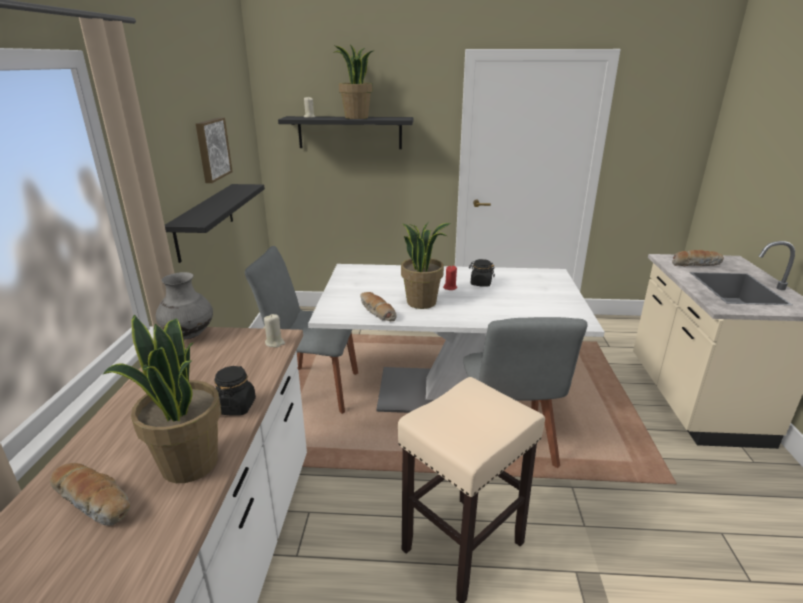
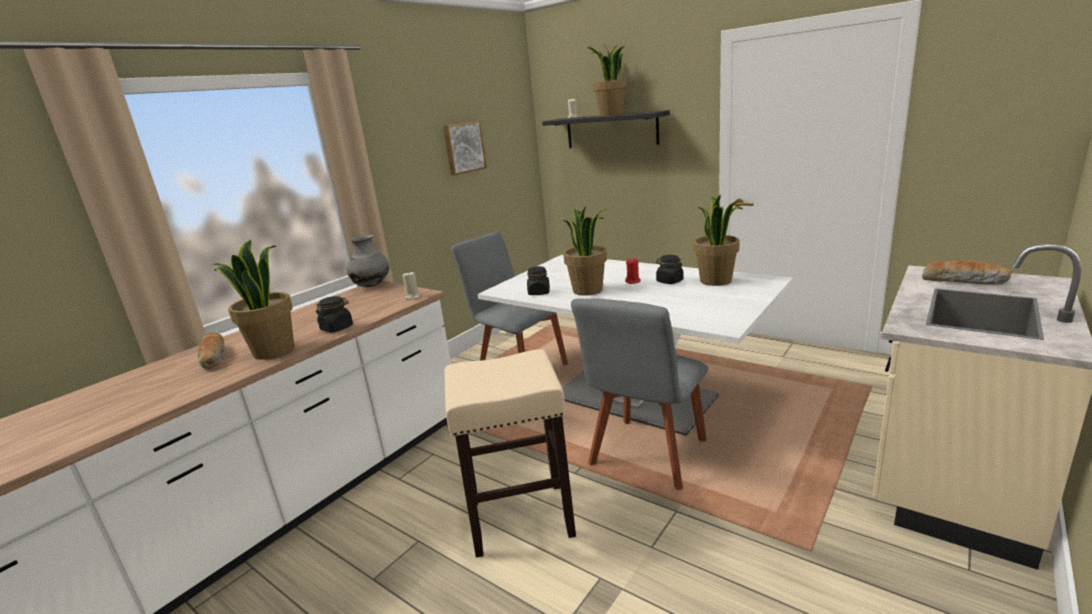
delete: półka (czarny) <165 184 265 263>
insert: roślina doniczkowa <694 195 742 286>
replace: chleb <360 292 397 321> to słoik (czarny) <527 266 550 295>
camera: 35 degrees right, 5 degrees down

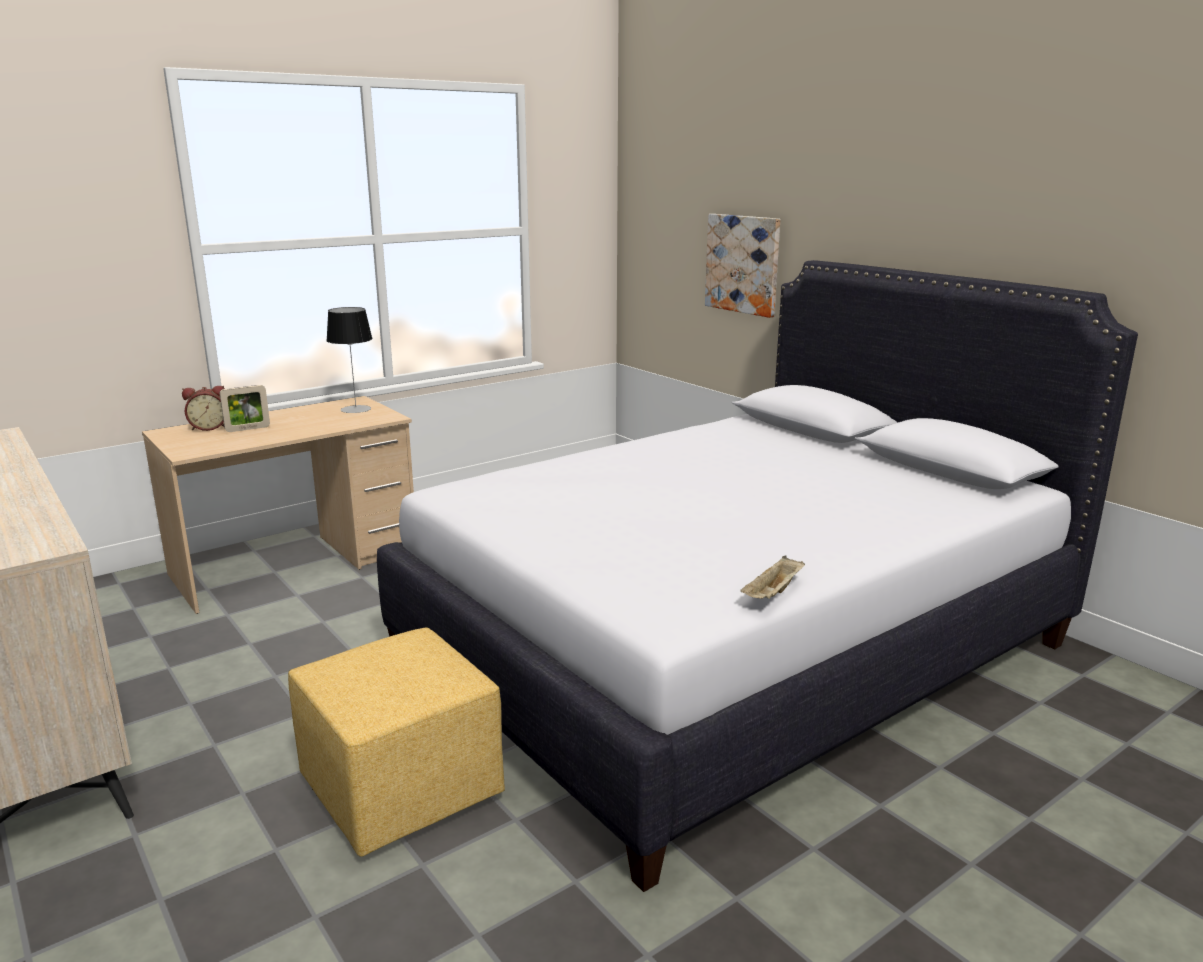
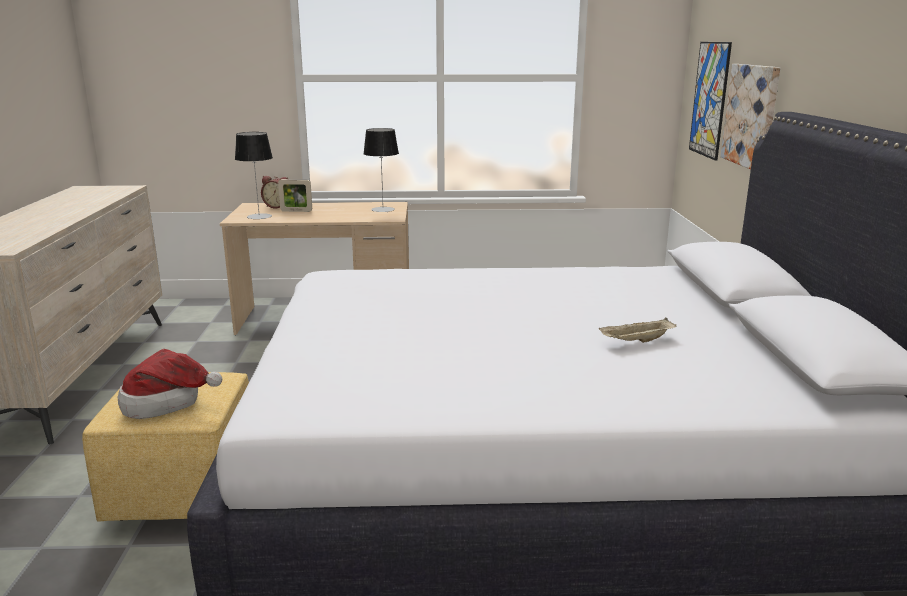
insert: kapelusz <117 349 222 419>; lampa stołowa <235 132 273 219>; obraz <689 42 732 161>
move: taca (beżowy) <740 556 805 599> to <599 318 676 343>
camera: 35 degrees right, 0 degrees up

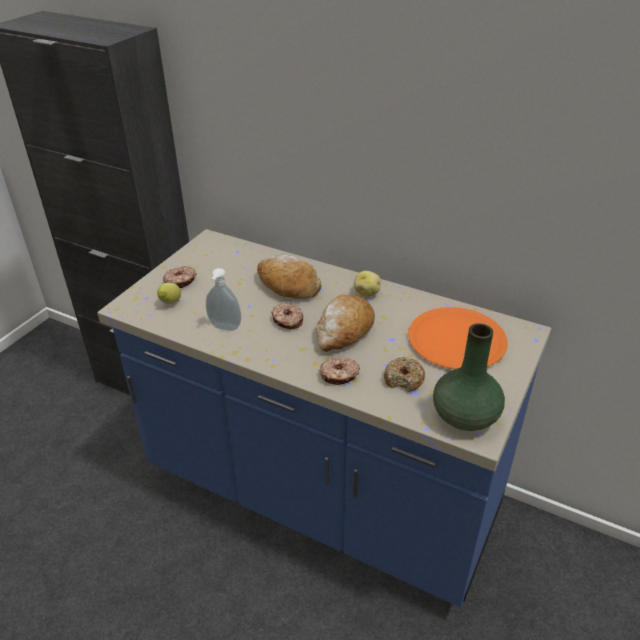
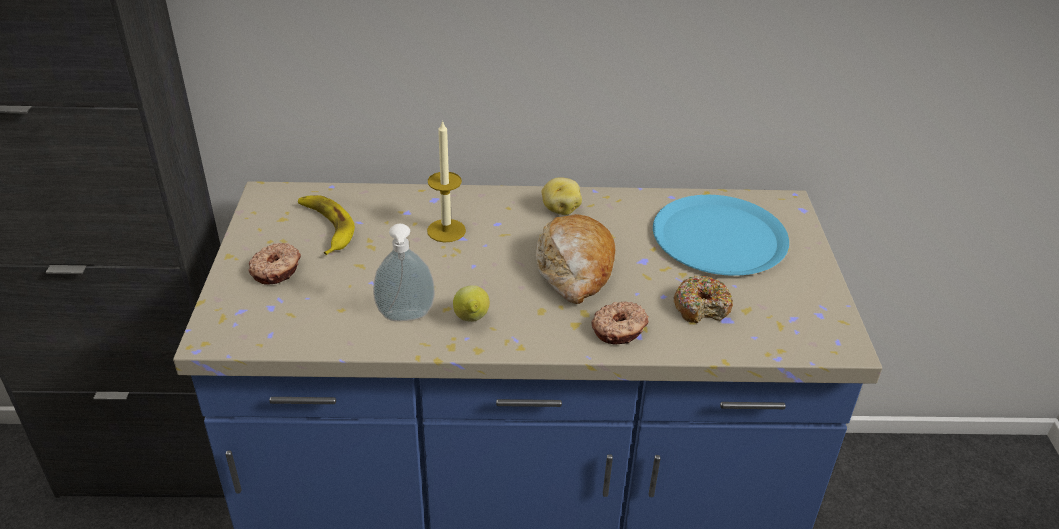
delete: donut <271 303 303 329>; wazon (zielony) <433 323 505 431>
insert: banan <298 195 355 255>
move: cytryna <157 283 181 304> to <453 285 490 322>
replace: chleb <257 255 322 299> to świeca <427 120 466 242>
recolor: talerz (pomarańczowy) <408 307 508 369> to talerz (niebieski) <653 195 789 276>
camera: 30 degrees left, 0 degrees up

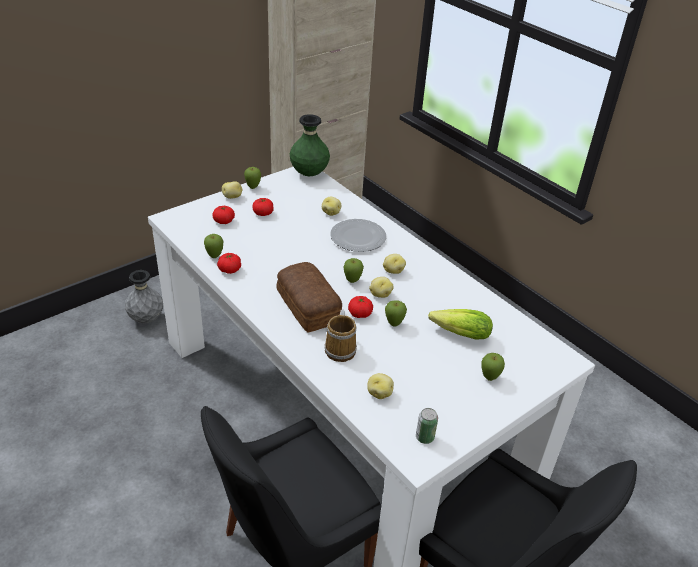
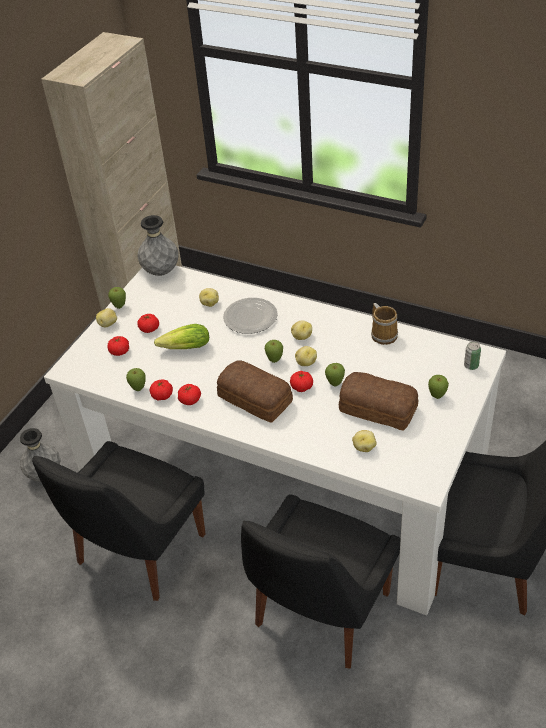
insert: krzesło (czarny) <32 441 206 601>; pomidor <178 384 201 405>; chleb <339 372 418 431>
move: sałata <428 309 493 340> to <154 324 209 349>; kubek <324 309 357 362> to <371 303 398 345>; puszka <416 408 438 444> to <464 342 481 370>
recolor: wazon (zielony) <290 114 330 176> to wazon (szary) <137 215 179 276>
camera: 20 degrees left, 5 degrees up

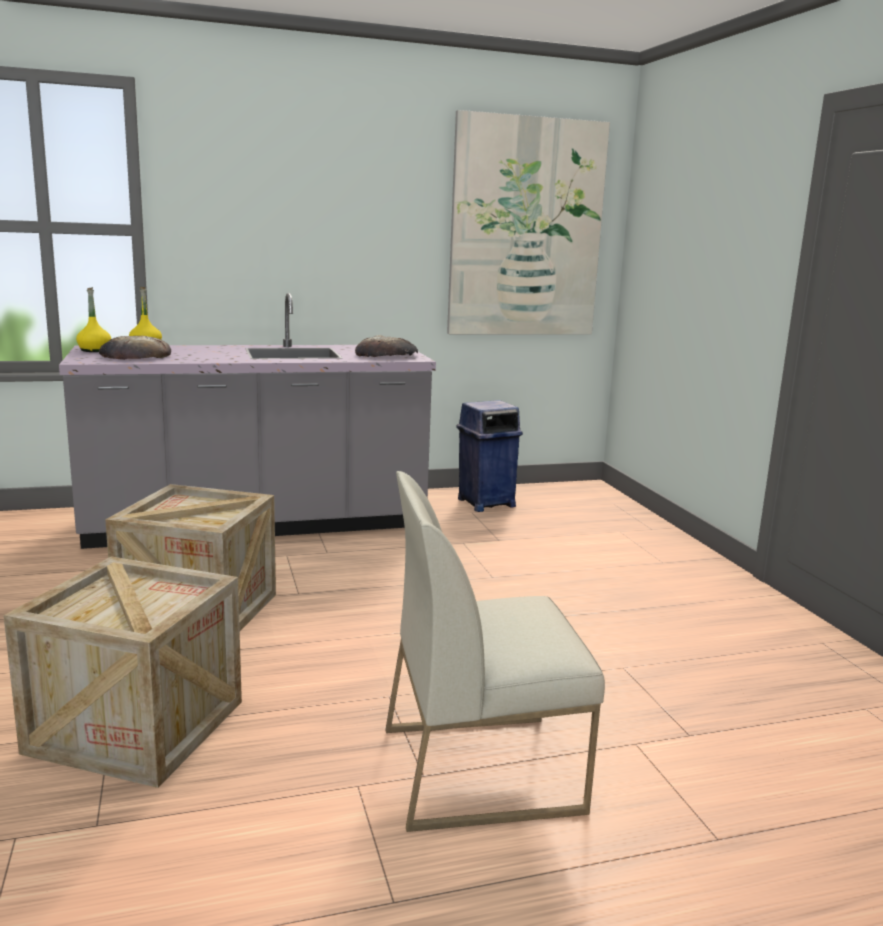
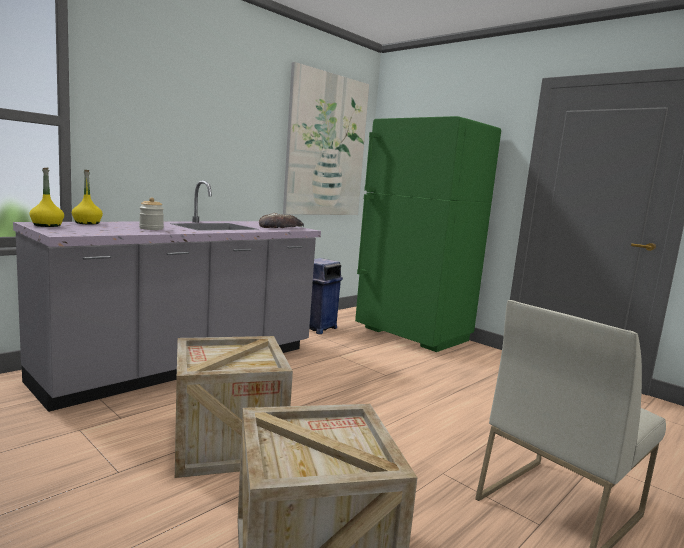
delete: chleb <99 336 171 360>
insert: słoik <139 198 164 230>; lodówka (zielony) <355 116 501 352>
camera: 30 degrees left, 5 degrees down

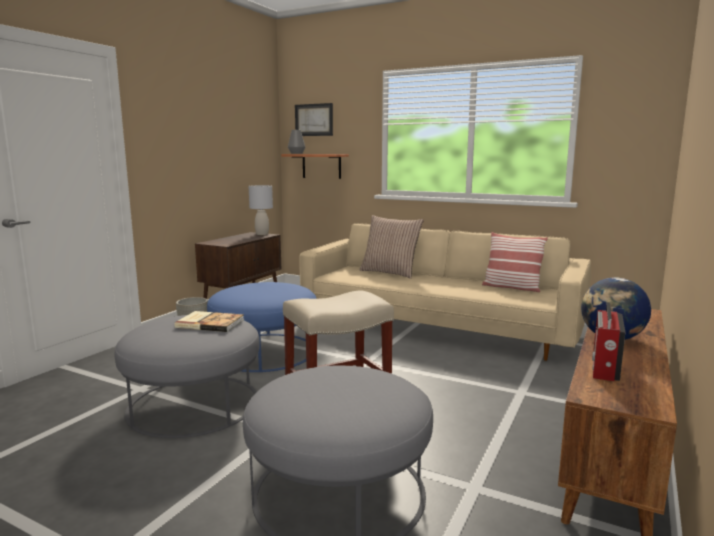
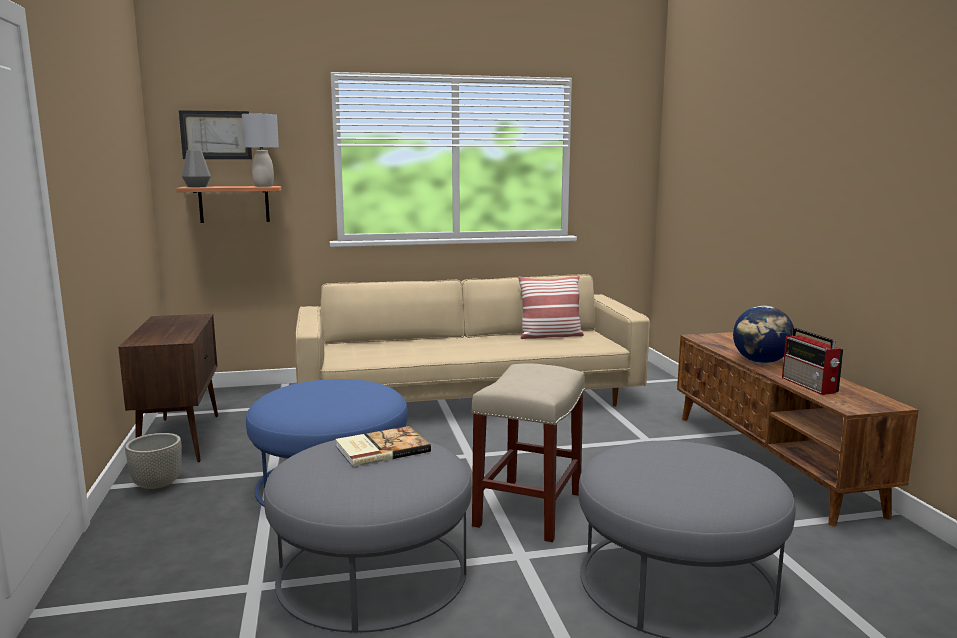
delete: poduszka <360 215 424 278>
move: lampa stołowa (szary) <248 185 273 235> to <242 114 279 187>
camera: 40 degrees left, 0 degrees up

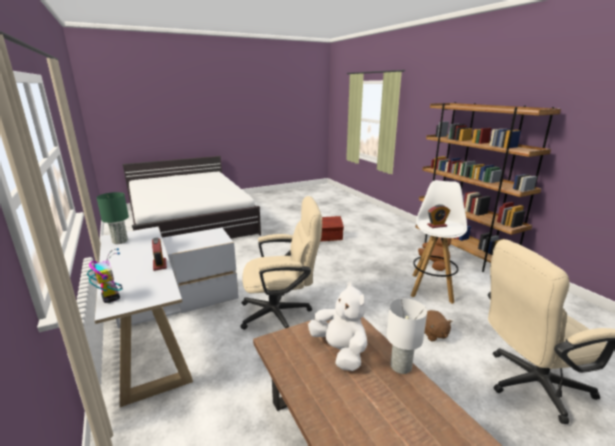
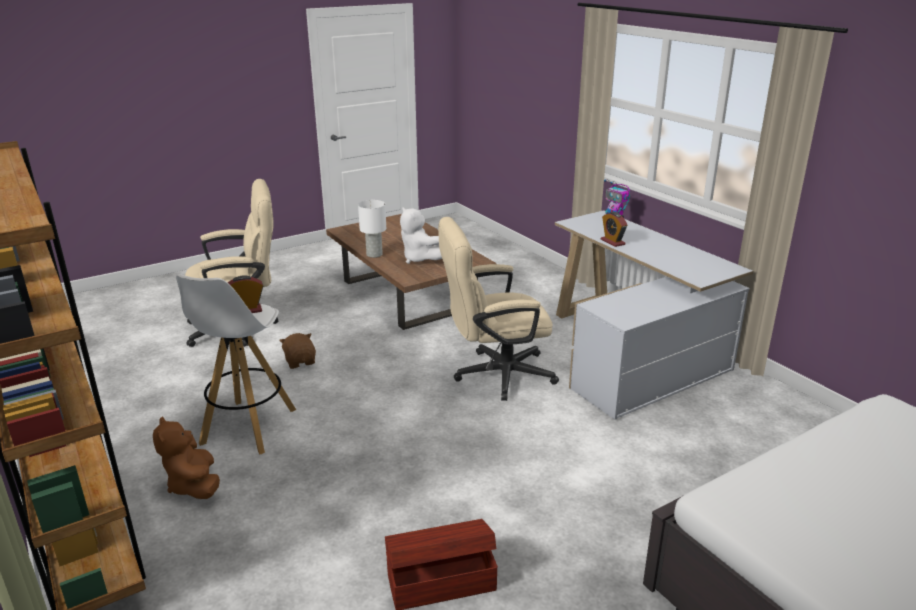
delete: lampa stołowa (zielony) <96 192 129 244>
camera: 175 degrees right, 5 degrees up

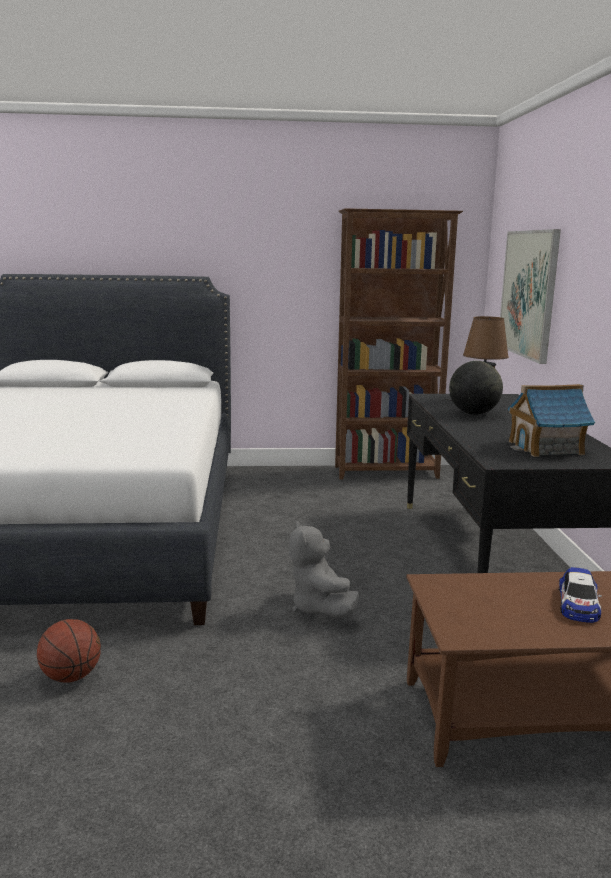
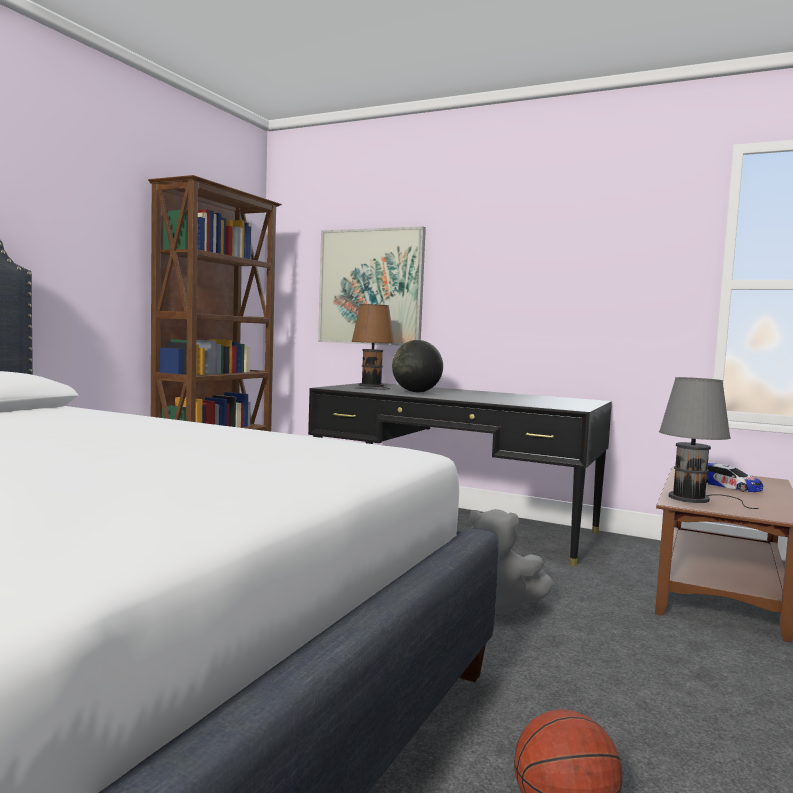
delete: domek <508 384 595 457>
insert: lampa stołowa (szary) <659 377 759 509>
camera: 60 degrees left, 10 degrees down

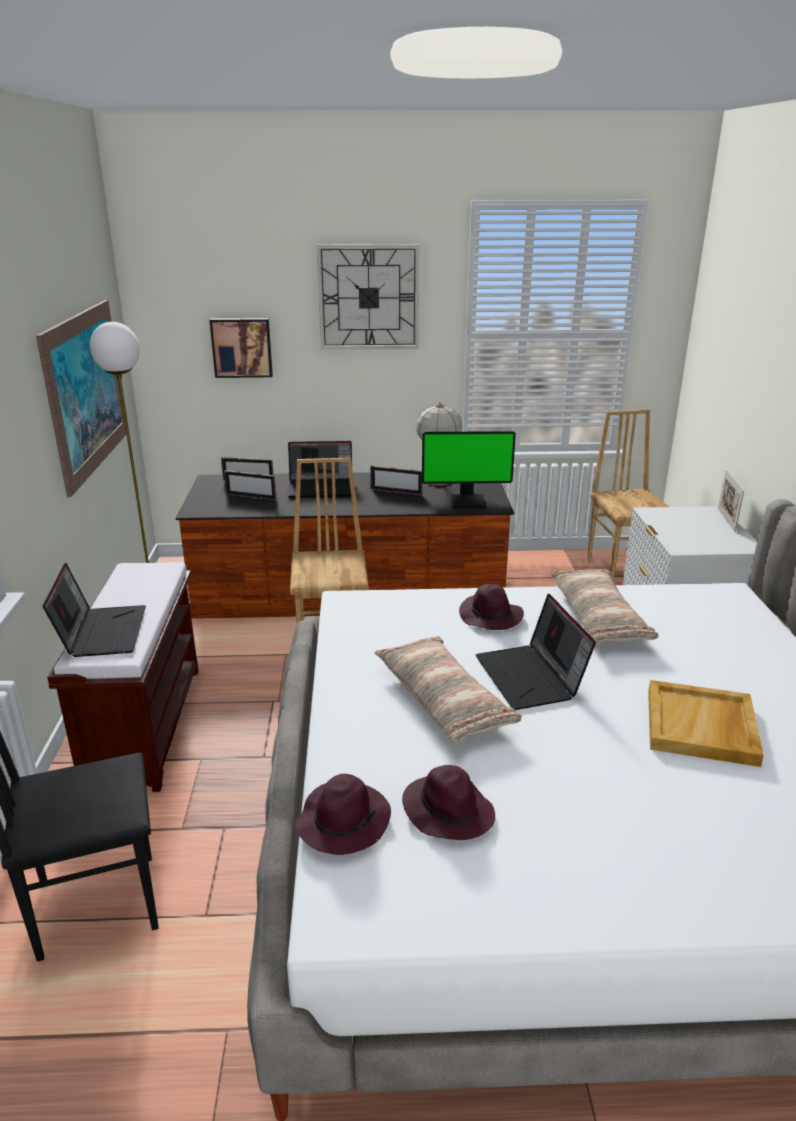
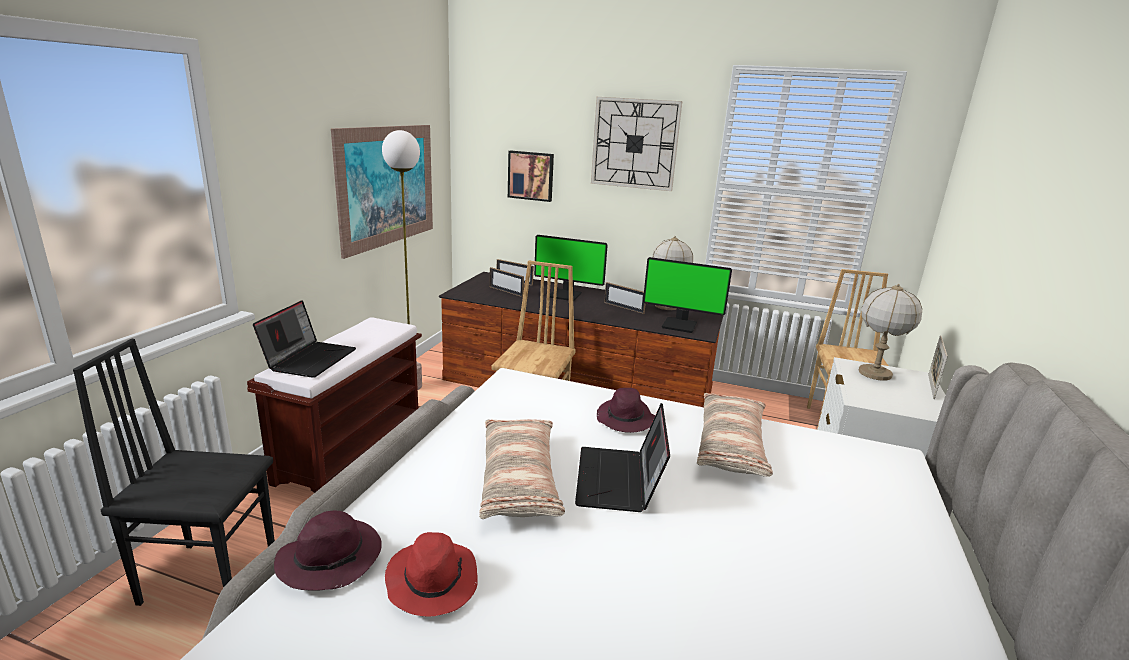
delete: taca (beżowy) <648 680 764 767>
insert: lampa stołowa <859 284 922 381>
replace: laptop <287 441 352 498> to monitor <534 235 608 301>
recolor: kapelusz (fioletowy) <402 765 495 840> to kapelusz (czerwony) <385 532 478 616>
camera: 20 degrees right, 5 degrees down

